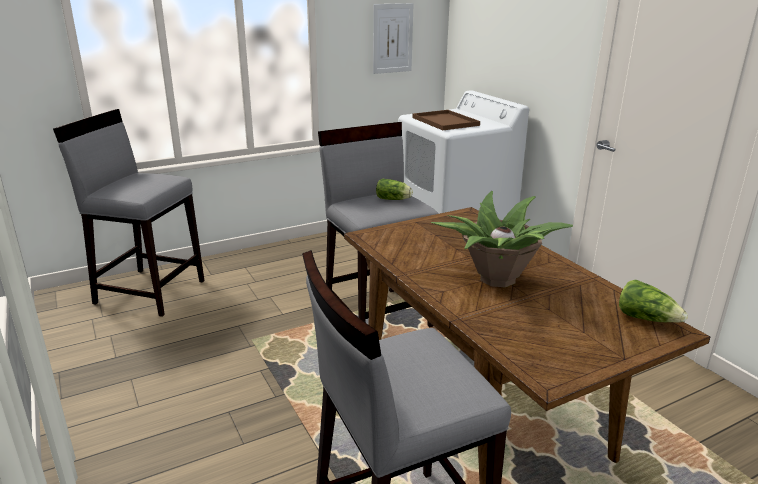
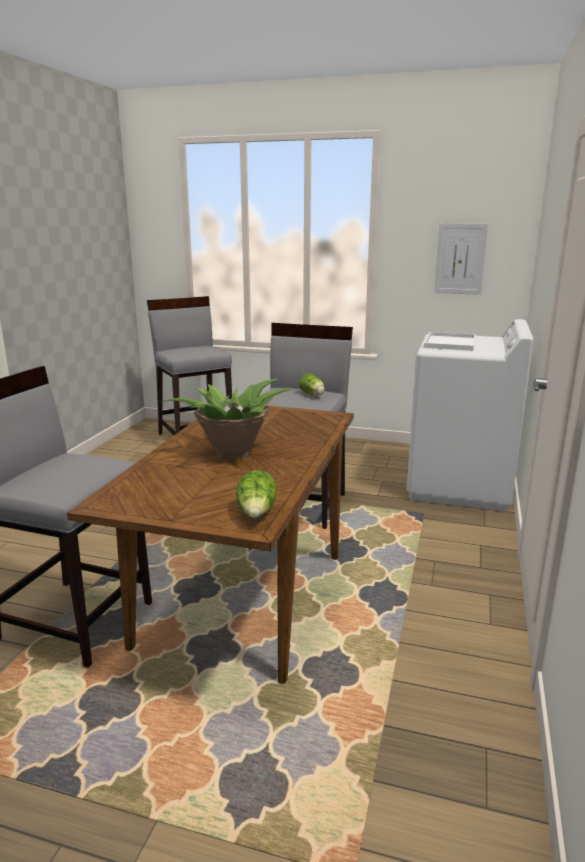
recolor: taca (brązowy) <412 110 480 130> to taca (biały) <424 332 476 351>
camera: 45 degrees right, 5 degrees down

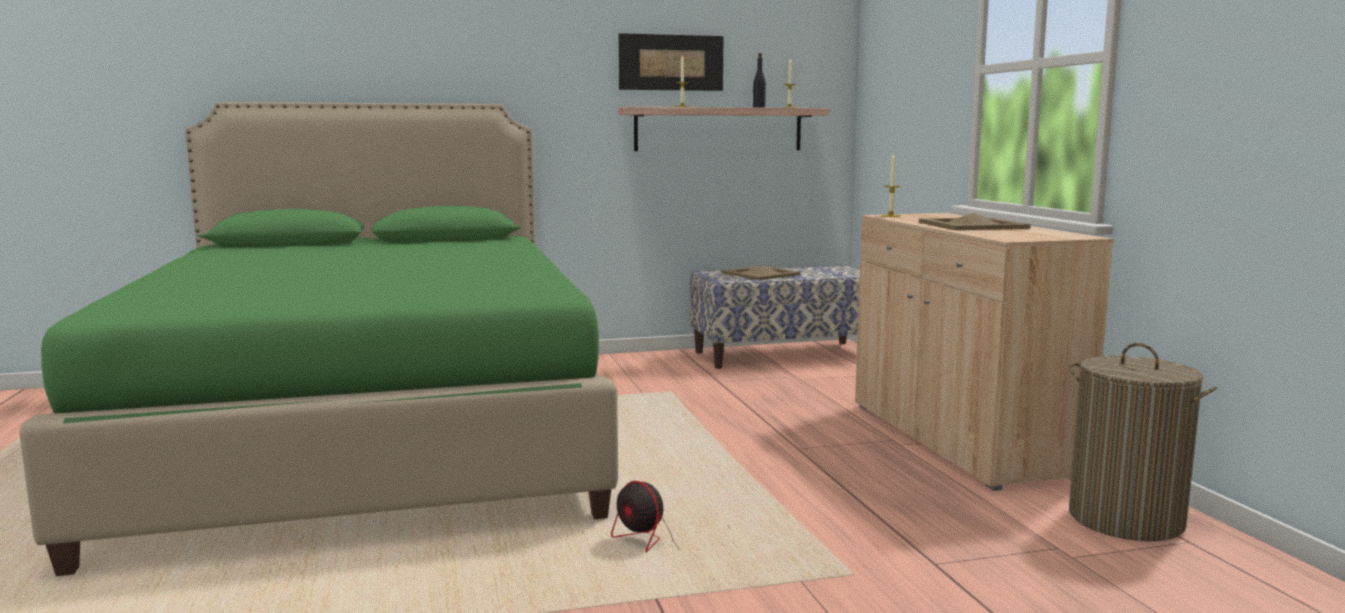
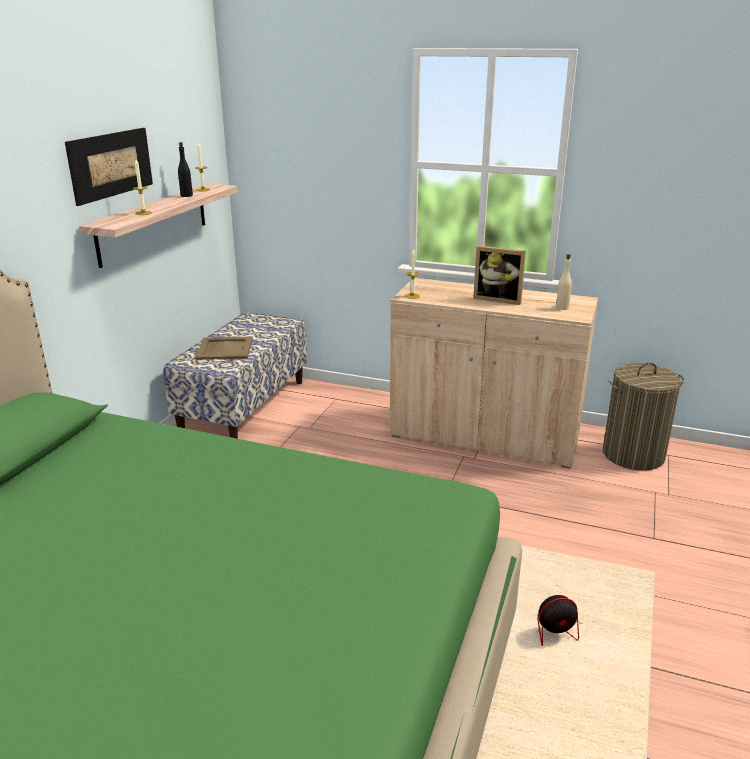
insert: butelka (beżowy) <556 254 572 310>
replace: taca (beżowy) <919 213 1031 230> to ramka na zdjęcie <473 245 526 305>
camera: 55 degrees left, 15 degrees up

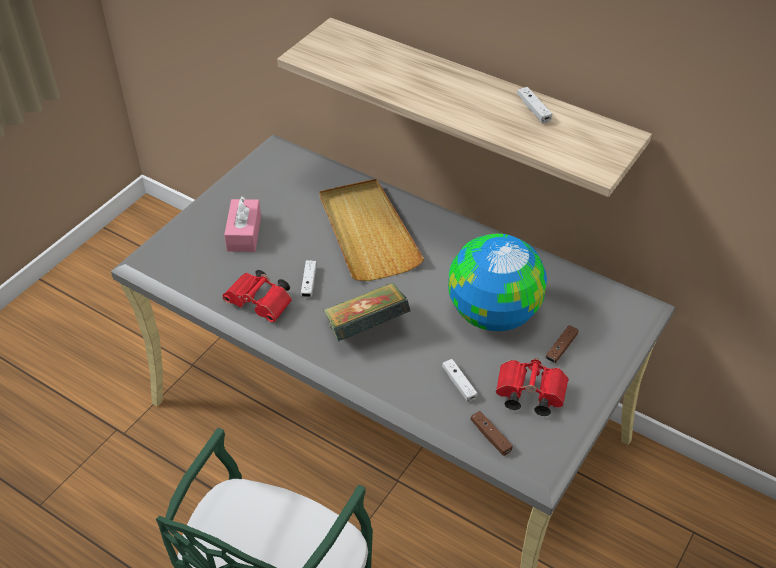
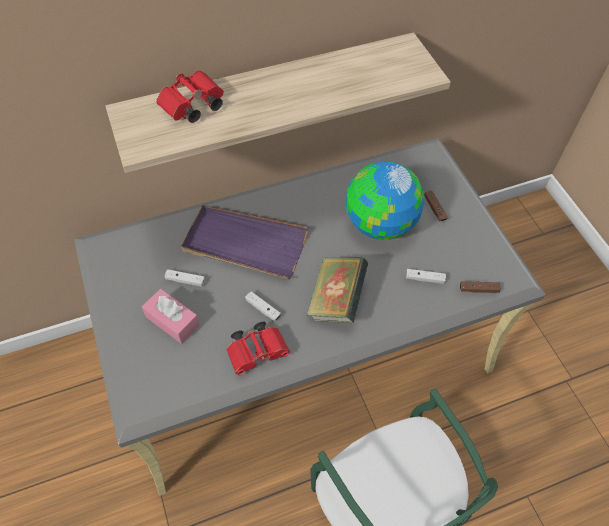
move: lornetka (czerwony) <496 358 569 416> to <156 71 224 123>; pad do gier (biały) <517 87 552 123> to <164 269 205 287>
recolor: taca (beżowy) <319 179 424 281> to taca (fioletowy) <181 205 308 279>
camera: 55 degrees left, 10 degrees up

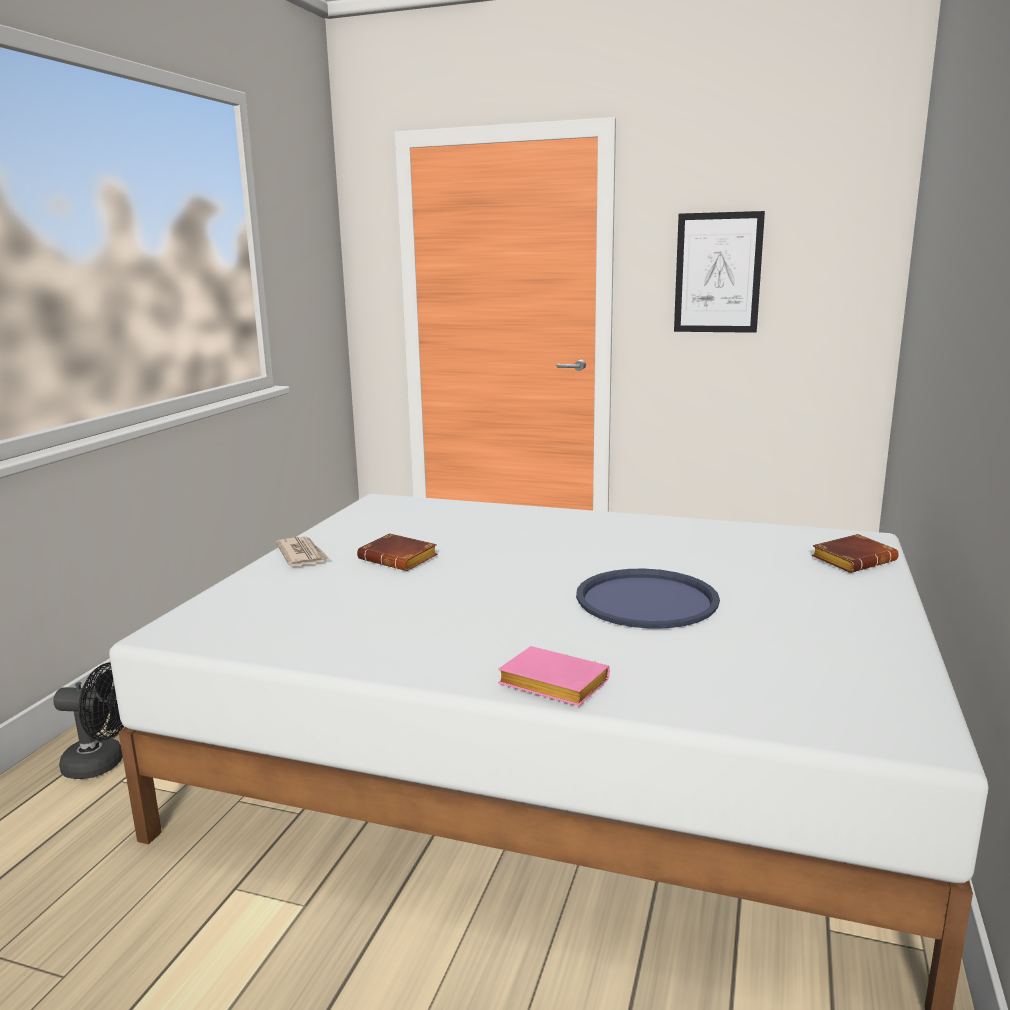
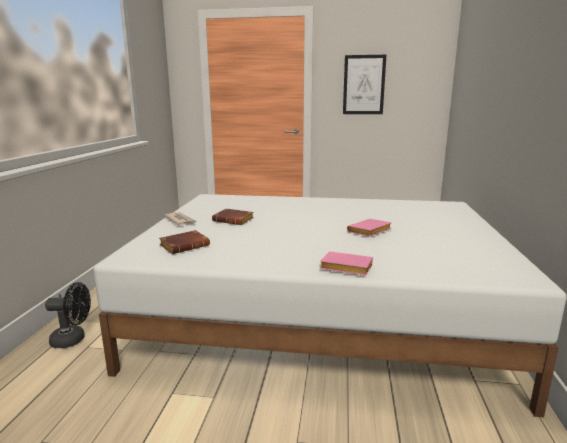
move: książka (brązowy) <811 534 899 573> to <159 230 210 254>
replace: taca (niebieski) <576 569 720 629> to książka (różowy) <347 219 392 237>
camera: 10 degrees left, 0 degrees up

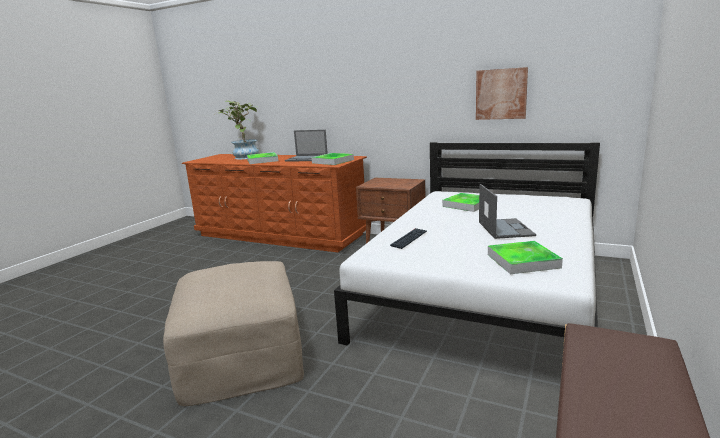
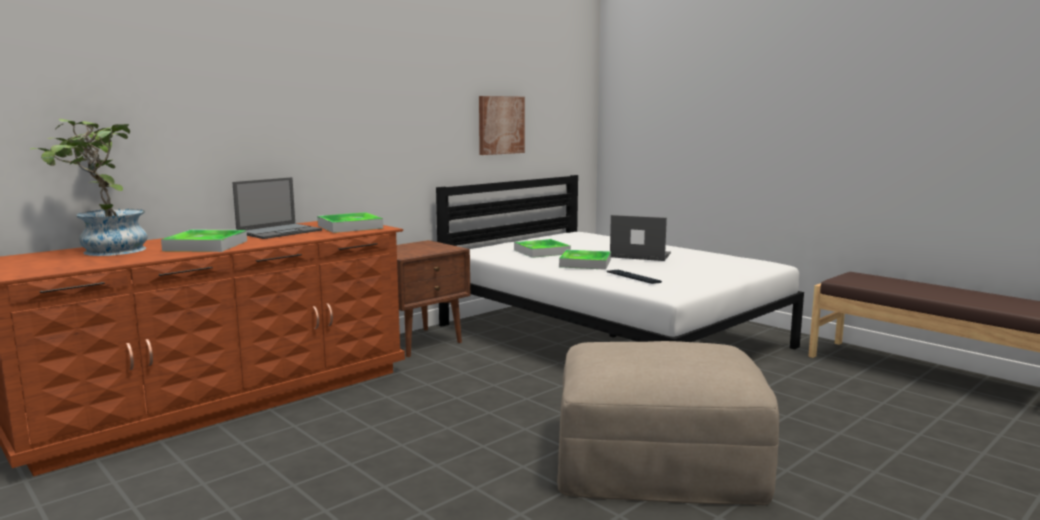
move: taca <488 241 563 274> to <559 250 611 270>
camera: 70 degrees left, 5 degrees down

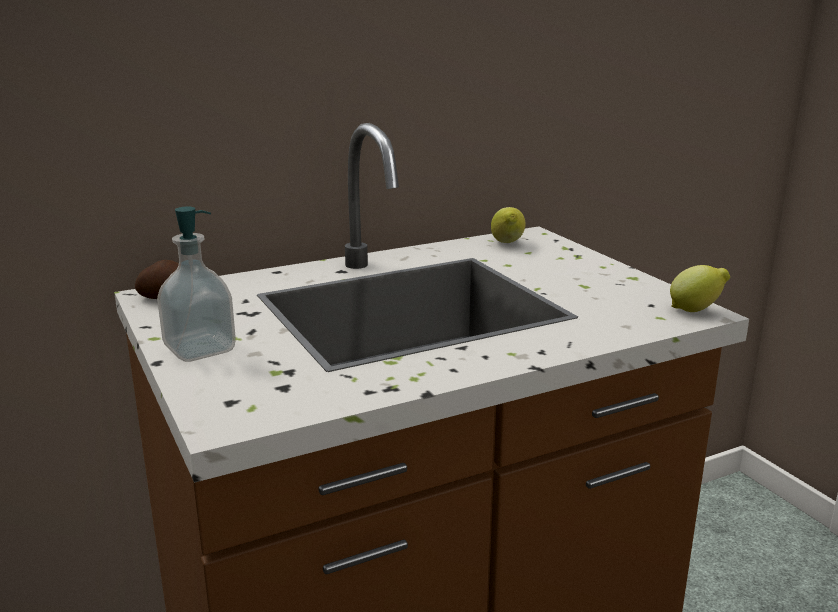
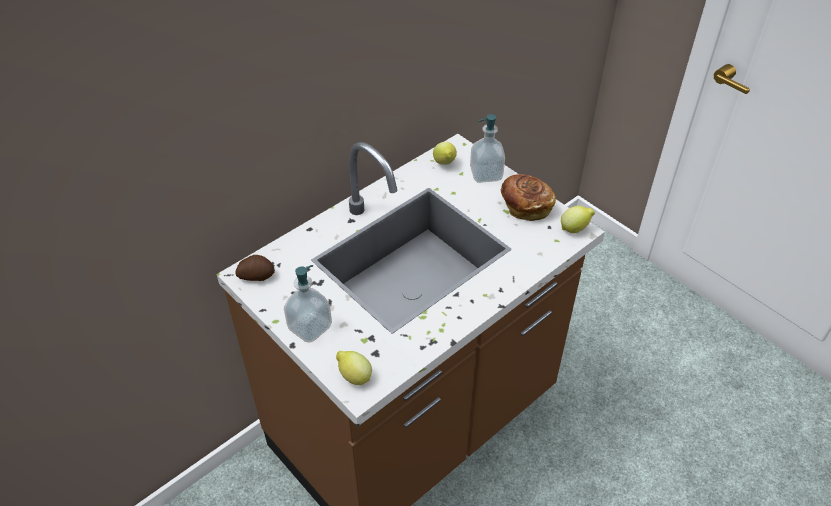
insert: cytryna <336 351 372 385>; dozownik mydła <470 114 505 183>; chleb <501 174 556 221>
camera: 15 degrees left, 25 degrees up

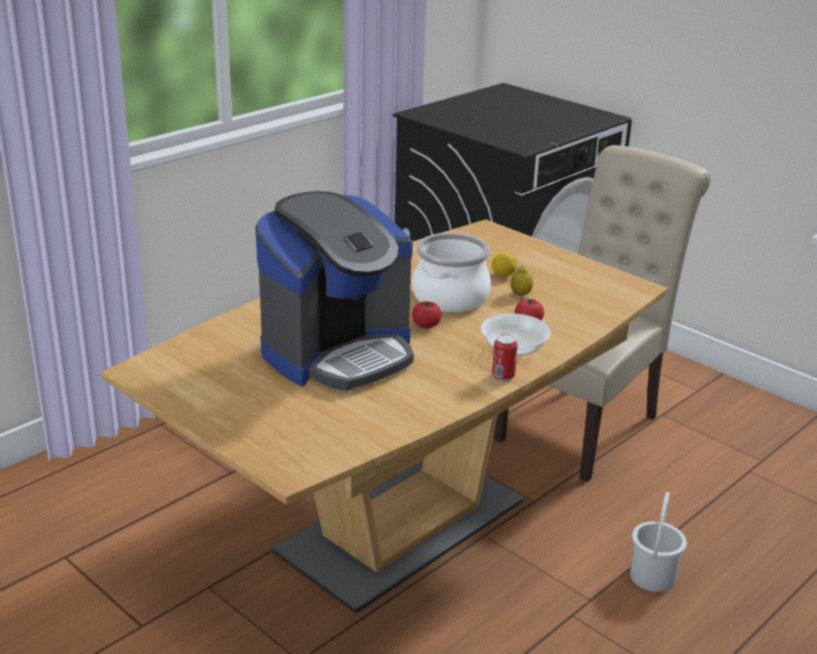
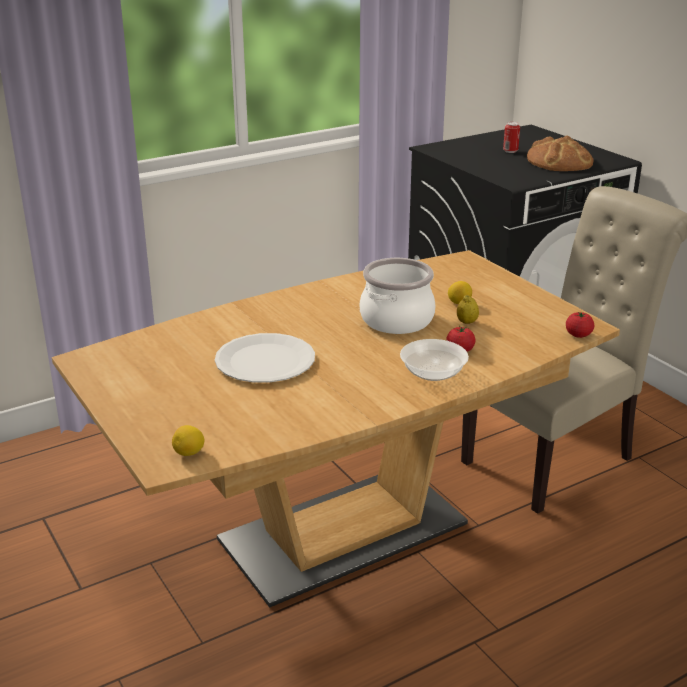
delete: wiadro (biały) <630 492 687 592>
insert: cytryna <172 425 204 456>; chleb <527 135 594 171>
move: puszka <492 334 518 381> to <503 122 520 153>; pomidor <412 301 442 328> to <566 312 594 338>
replace: ekspres do kawy <255 191 414 390> to talerz (biały) <215 333 315 383>
camera: 15 degrees right, 0 degrees up

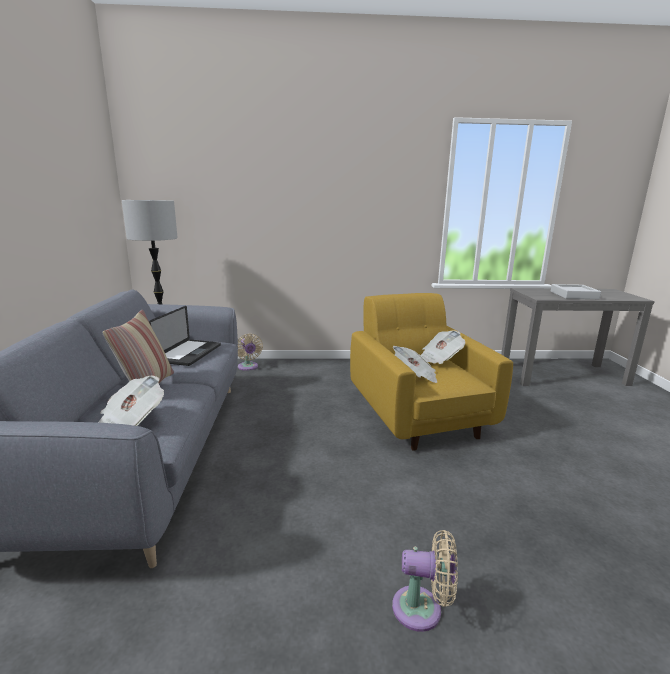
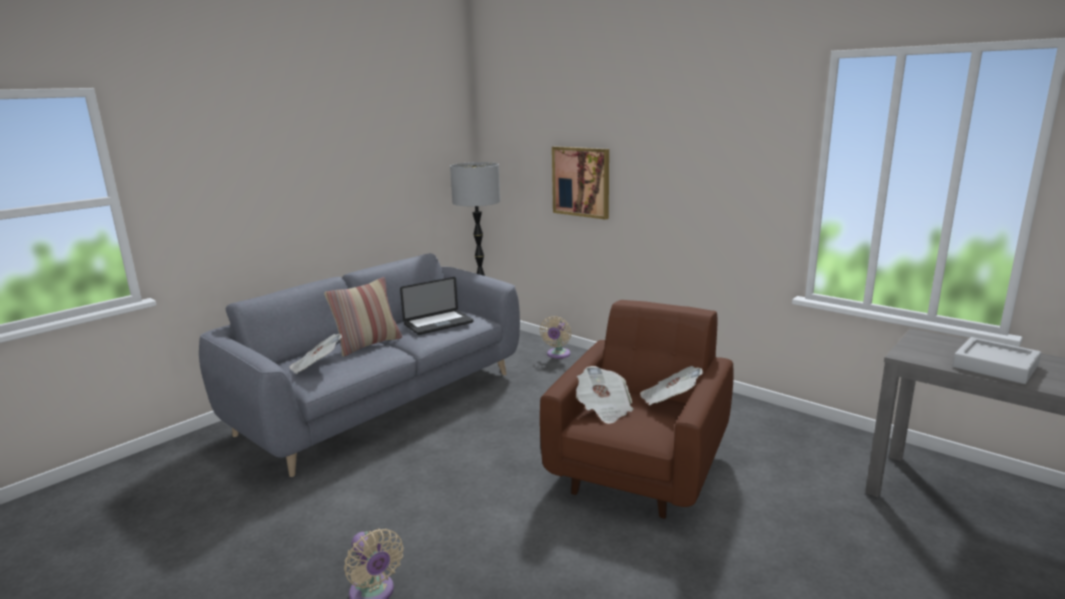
insert: obraz <552 146 609 220>
recolor: fotel (żółty) <350 293 513 451> to fotel (brązowy) <540 300 733 519>
camera: 45 degrees right, 0 degrees up

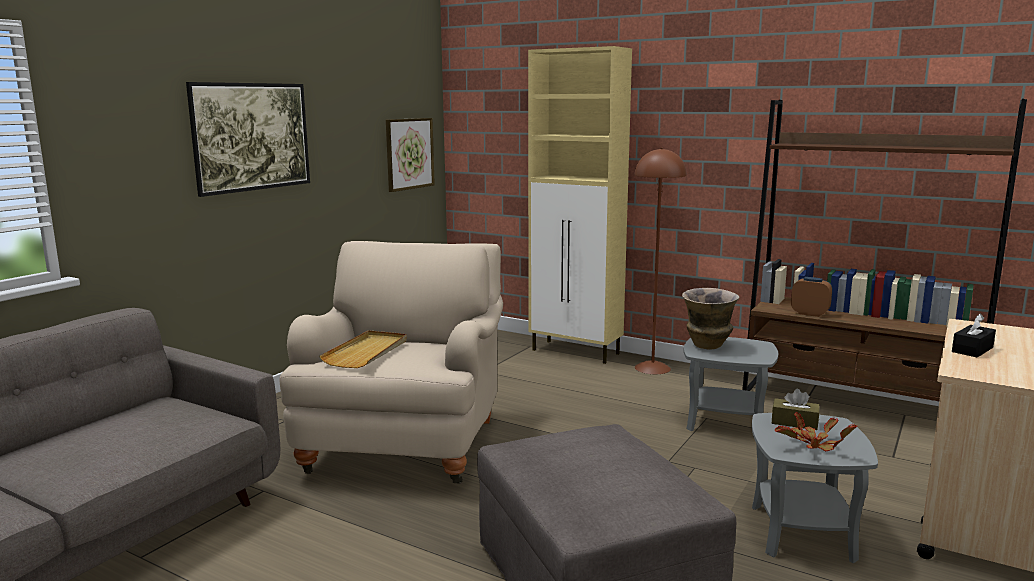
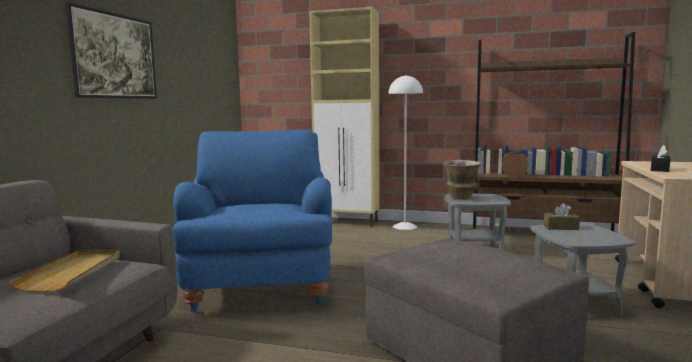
delete: obraz <386 118 435 192>; roślina doniczkowa <775 412 857 451>
move: taca (beżowy) <319 330 407 368> to <9 250 120 292>
recolor: fotel (beżowy) <279 241 503 484> to fotel (niebieski) <172 129 332 312>; lampa stojąca (brązowy) <635 148 687 374> to lampa stojąca (biały) <388 75 423 230>
camera: 15 degrees left, 5 degrees down

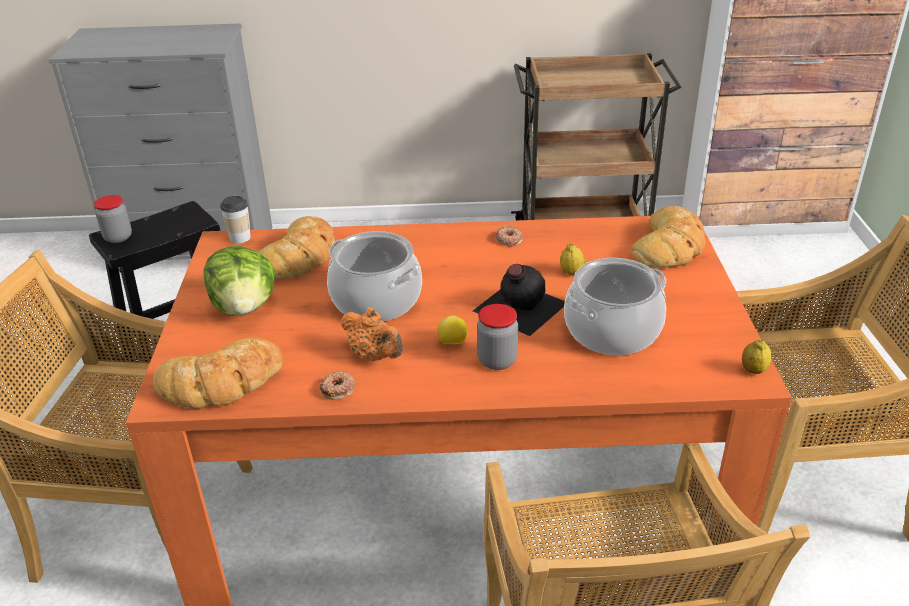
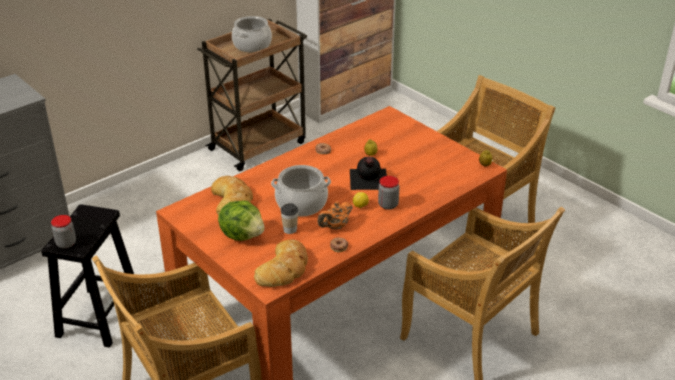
delete: chleb <631 206 706 268>
move: garnek <564 258 666 355> to <232 16 272 52>; filiżanka <220 196 251 243> to <281 203 298 234>
rotate: imbryk (pomarańczowy) <341 307 403 361> = <317 202 352 230> 135 degrees clockwise
camera: 40 degrees left, 0 degrees up

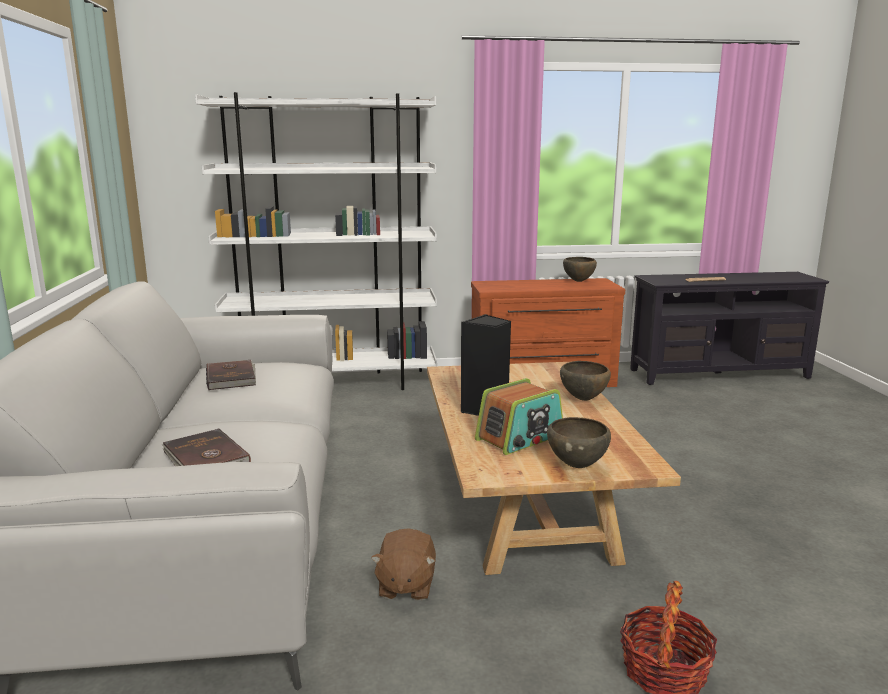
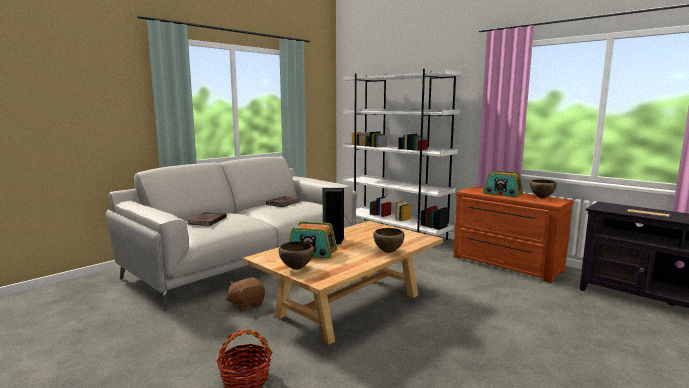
insert: radio <483 171 523 197>
camera: 50 degrees right, 5 degrees down

